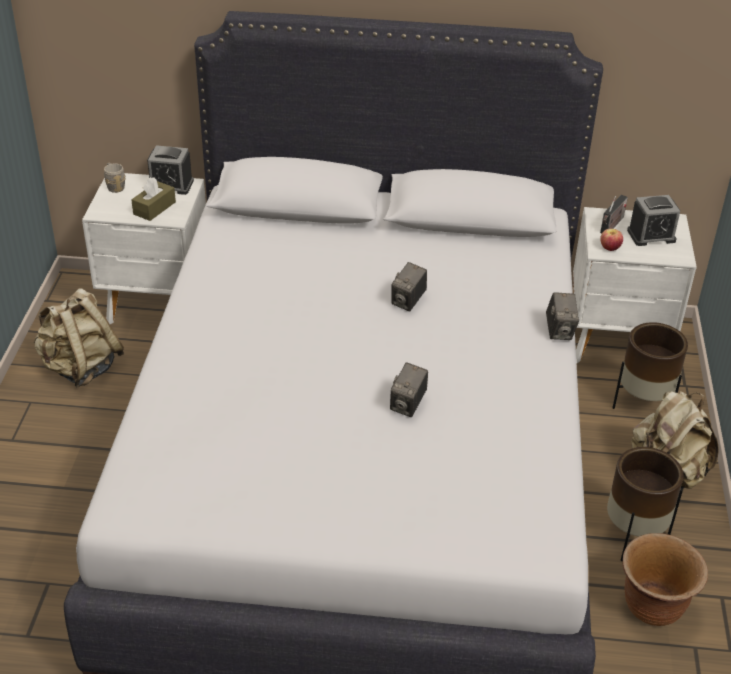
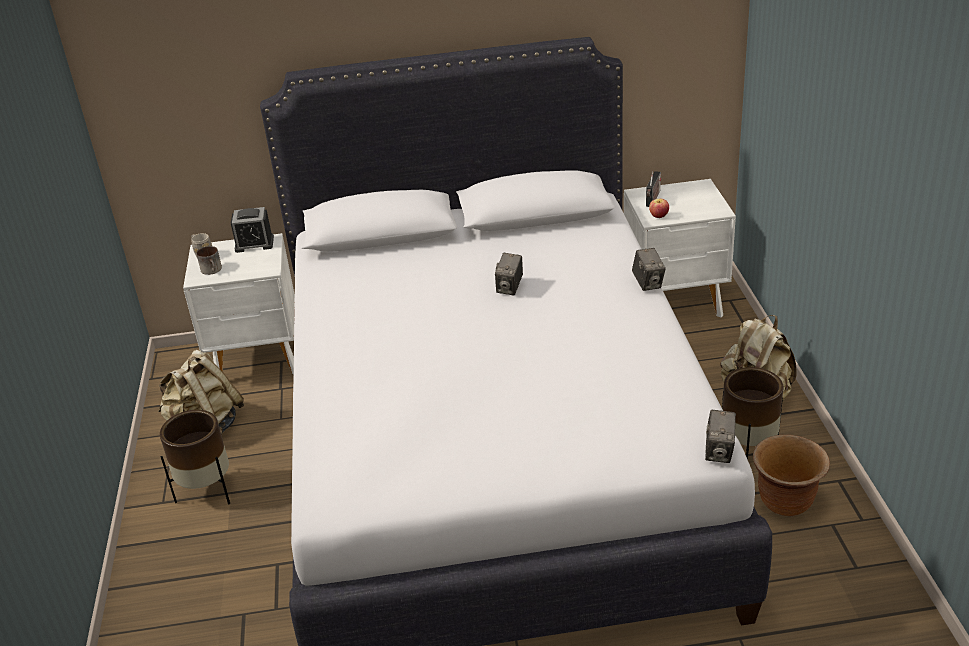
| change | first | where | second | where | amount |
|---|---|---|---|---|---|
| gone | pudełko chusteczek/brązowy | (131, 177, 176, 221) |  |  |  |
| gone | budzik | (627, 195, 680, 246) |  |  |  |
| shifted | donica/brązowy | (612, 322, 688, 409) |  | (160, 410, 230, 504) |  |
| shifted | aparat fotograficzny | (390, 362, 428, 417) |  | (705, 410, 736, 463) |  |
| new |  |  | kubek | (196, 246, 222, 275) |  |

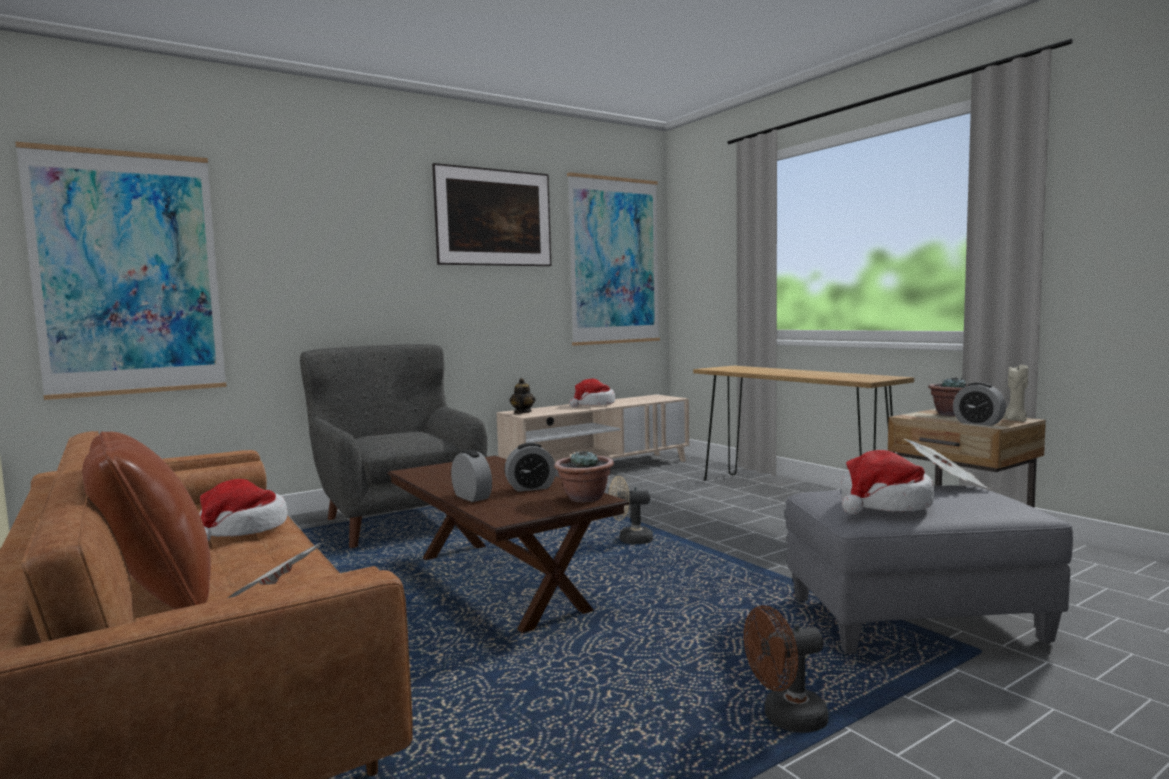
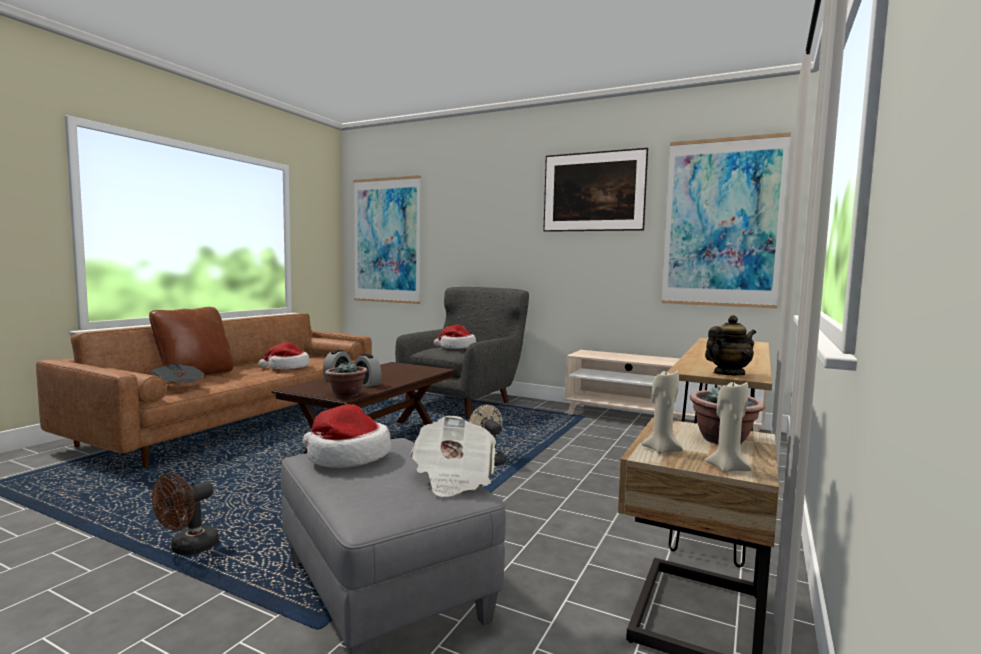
| change | first | where | second | where | amount |
|---|---|---|---|---|---|
| shifted | imbryk | (510, 378, 536, 414) |  | (705, 315, 756, 376) |  |
| shifted | kapelusz | (569, 379, 615, 408) |  | (434, 325, 476, 349) |  |
| swapped | budzik | (953, 382, 1006, 426) | świeca/beżowy | (641, 371, 683, 454) |  |
| rotated | wentylator/brązowy | (744, 605, 829, 733) |  | (152, 473, 219, 555) | 105 degrees counterclockwise |

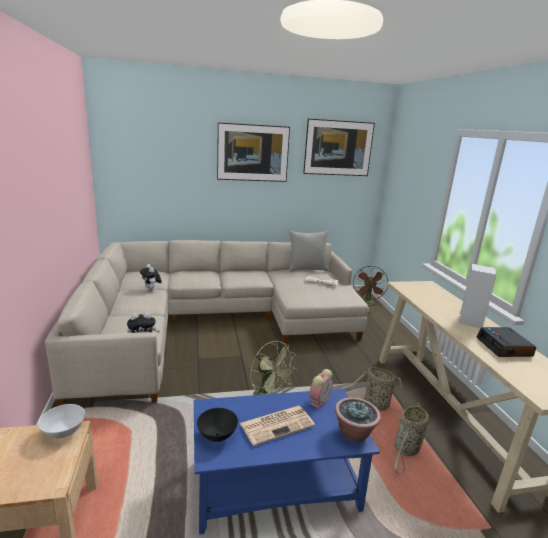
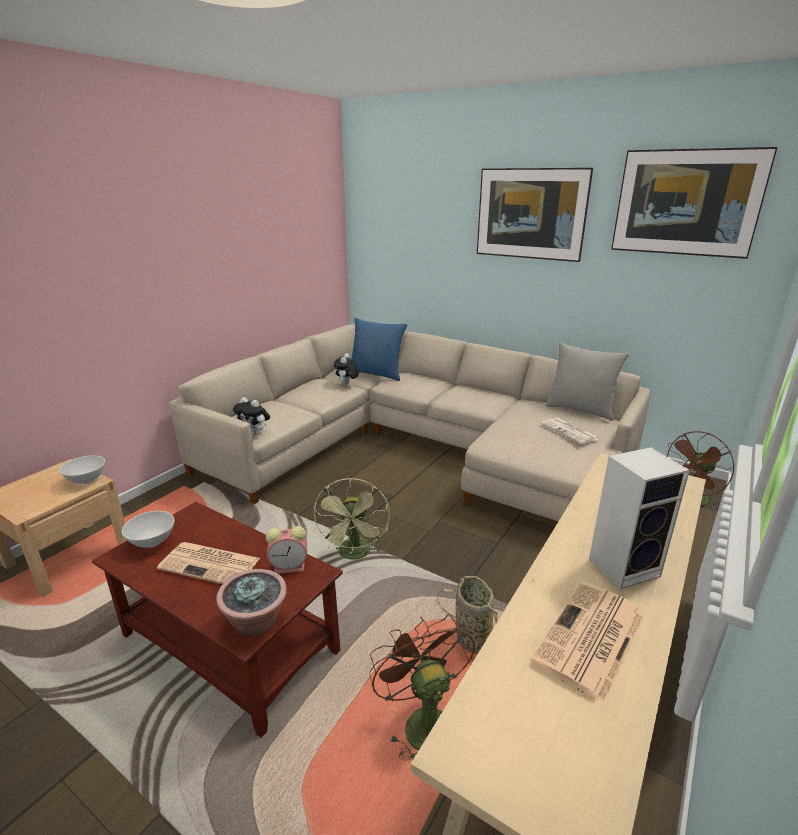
| change | first | where | second | where | amount |
|---|---|---|---|---|---|
| swapped | budzik | (477, 327, 536, 357) | gazeta | (531, 581, 645, 704) |  |
| repainted | ława/niebieski | (194, 389, 380, 535) | ława/brązowy | (92, 502, 343, 738) |  |
| swapped | koszyk | (394, 403, 429, 475) | wentylator/brązowy | (369, 614, 475, 761) |  |
| repainted | miska/czarny | (197, 408, 238, 442) | miska/biały | (122, 511, 175, 548) |  |
| new |  |  | poduszka/niebieski | (352, 318, 407, 381) |  |

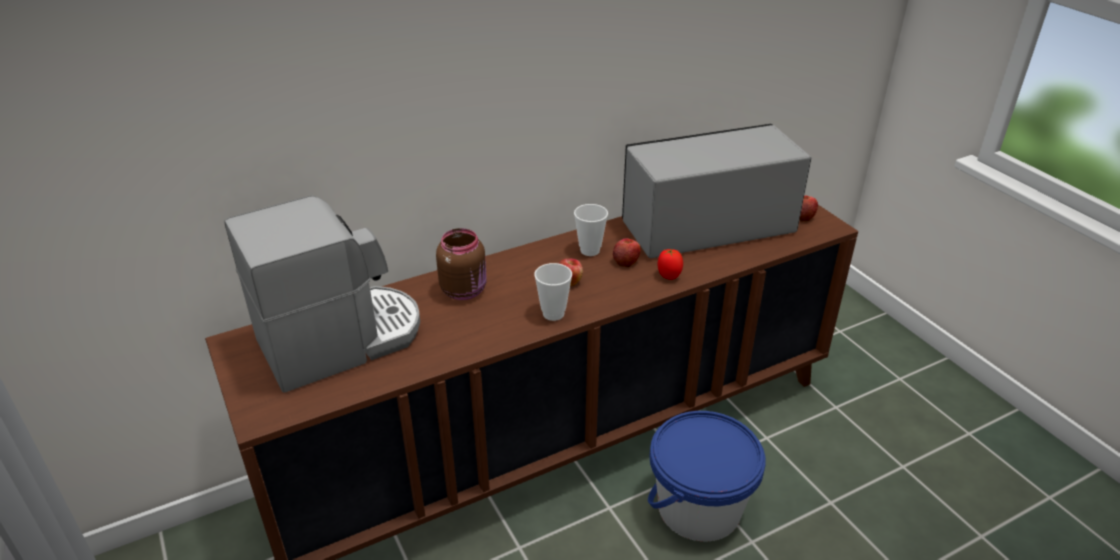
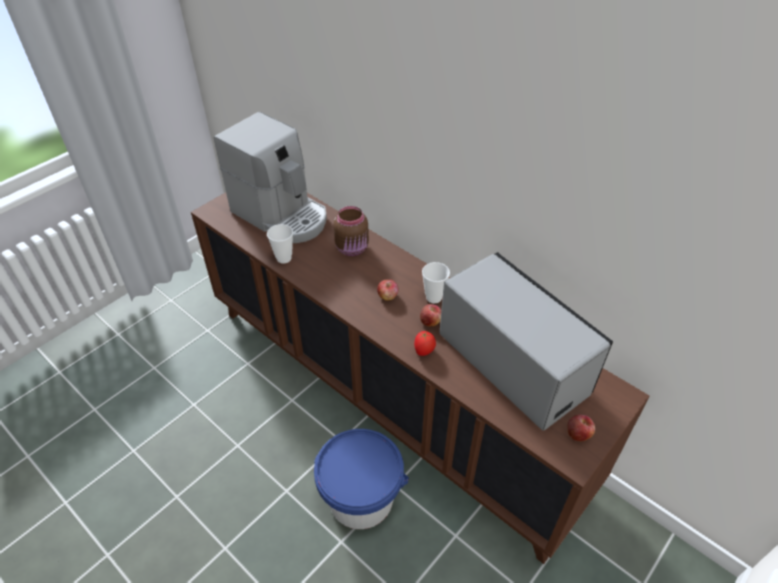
| change | first | where | second | where | amount |
|---|---|---|---|---|---|
| shifted | filiżanka | (534, 263, 572, 321) |  | (267, 224, 293, 264) |  |

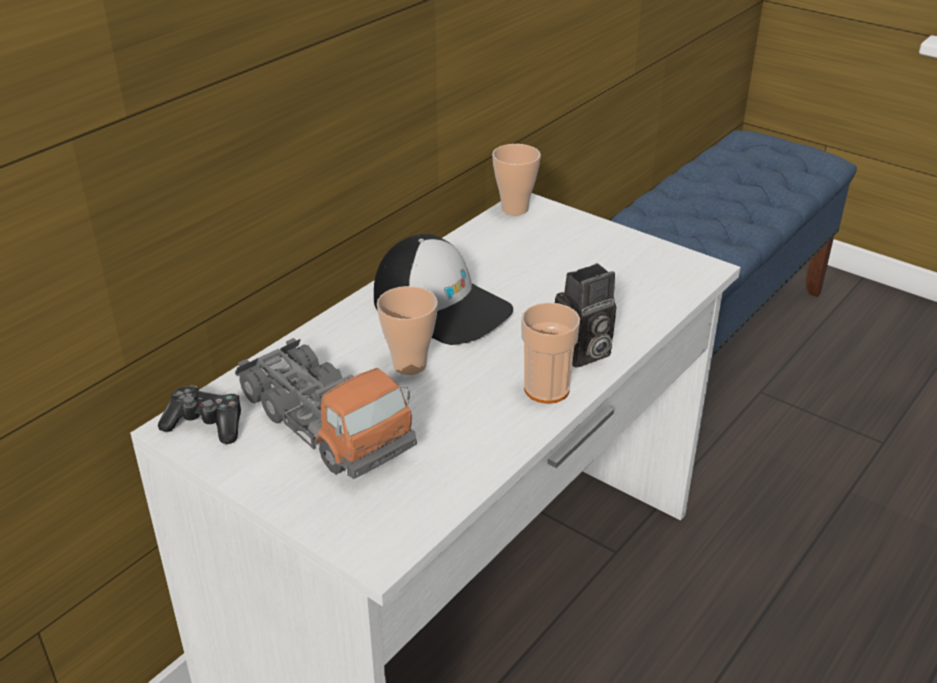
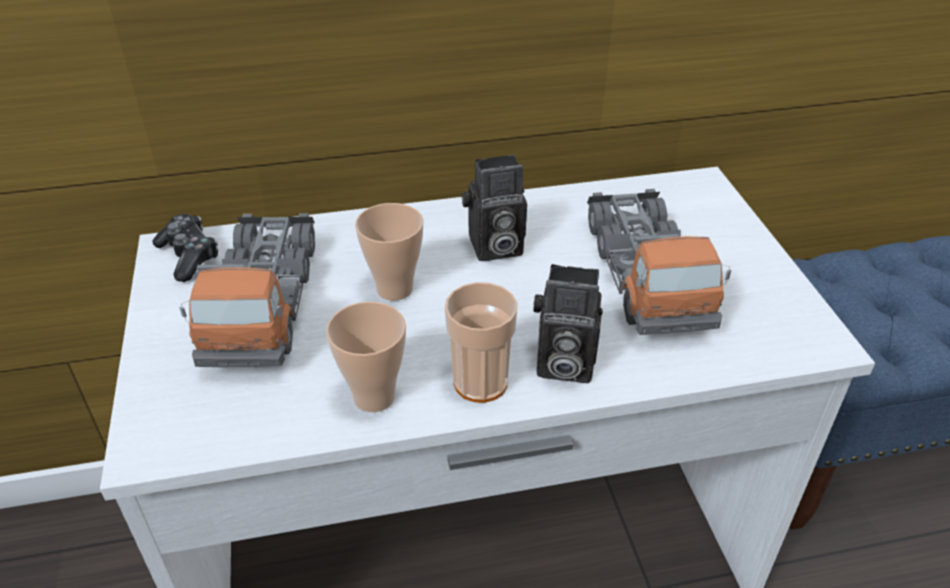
| change | first | where | second | where | amount |
|---|---|---|---|---|---|
| shifted | filiżanka | (492, 144, 541, 215) |  | (326, 301, 406, 412) |  |
| swapped | czapka z daszkiem | (374, 234, 513, 345) | aparat fotograficzny | (461, 155, 527, 261) |  |
| new |  |  | ciężarówka zabawkowa | (587, 189, 731, 335) |  |

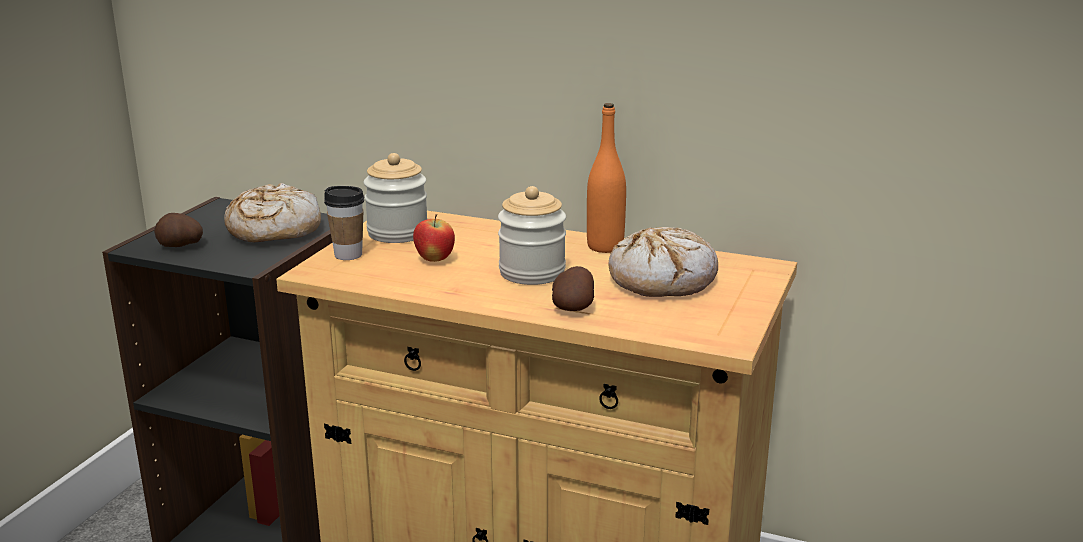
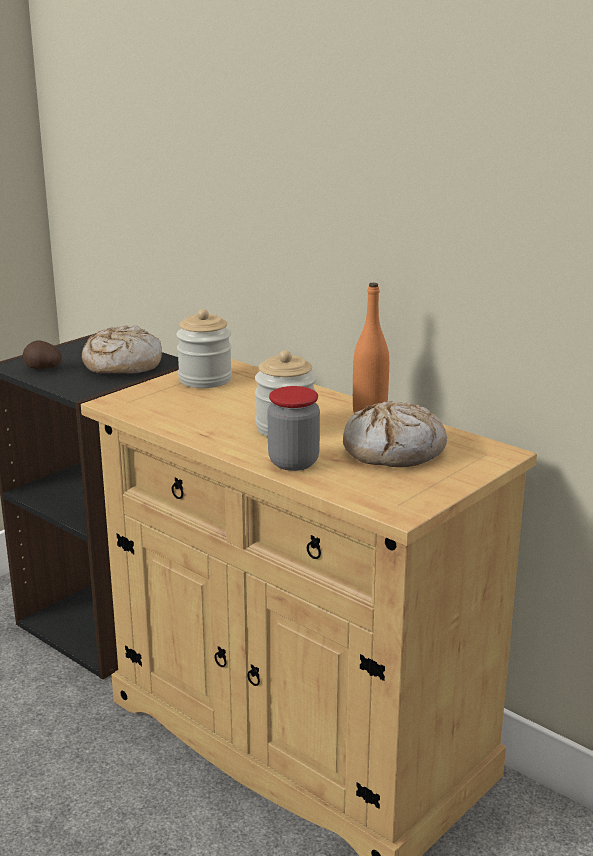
| change | first | where | second | where | amount |
|---|---|---|---|---|---|
| gone | filiżanka | (324, 186, 364, 260) |  |  |  |
| gone | jabłko | (413, 214, 455, 262) |  |  |  |
| swapped | ziemniak | (552, 266, 594, 311) | słoik | (268, 386, 320, 471) |  |

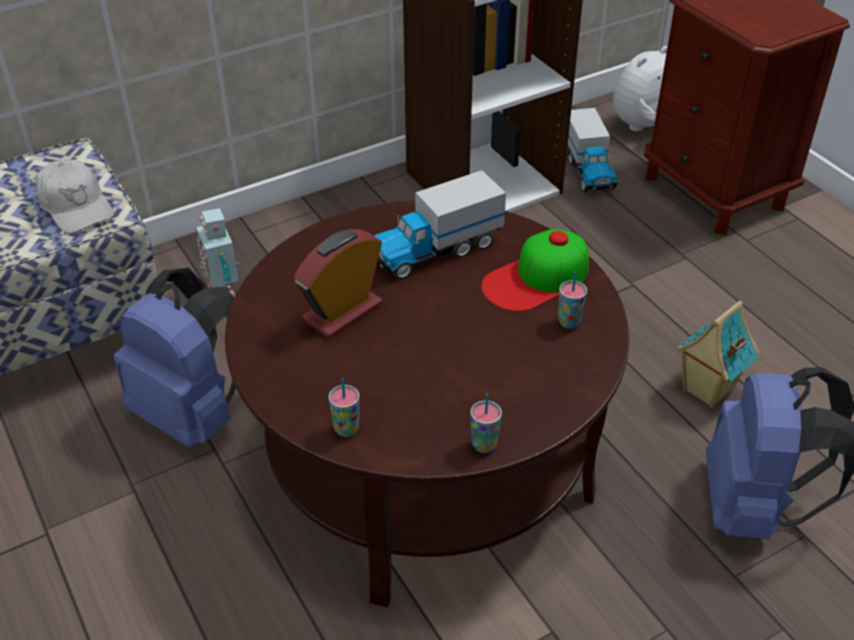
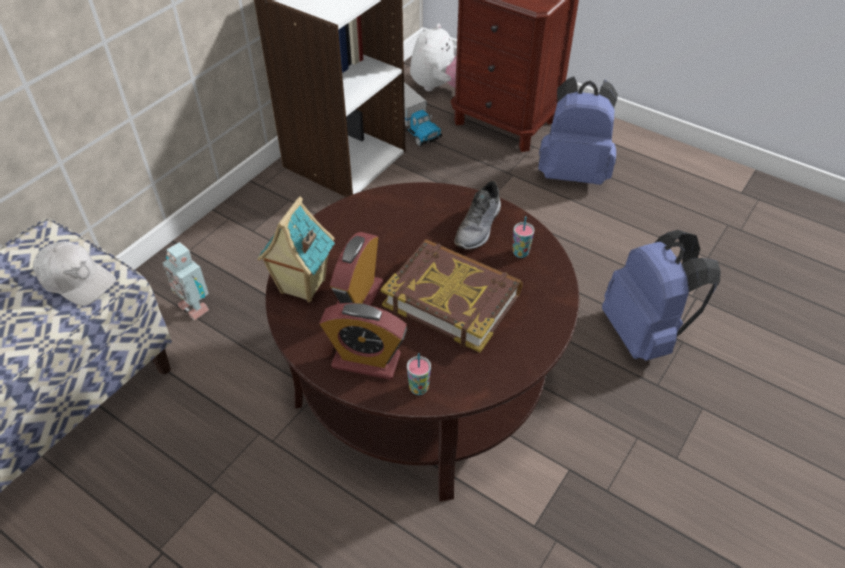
| change | first | where | second | where | amount |
|---|---|---|---|---|---|
| gone | ciężarówka zabawkowa | (374, 170, 506, 279) |  |  |  |
| swapped | czapka z daszkiem | (482, 229, 589, 311) | but/szary | (454, 181, 501, 250) |  |
| shifted | plecak/niebieski | (114, 268, 235, 448) |  | (538, 76, 618, 185) |  |
| shifted | domek | (677, 301, 759, 408) |  | (257, 196, 335, 302) |  |
| gone | filiżanka | (470, 394, 502, 453) |  |  |  |
| new |  |  | książka | (381, 239, 523, 352) |  |
| new |  |  | budzik | (320, 303, 407, 380) |  |

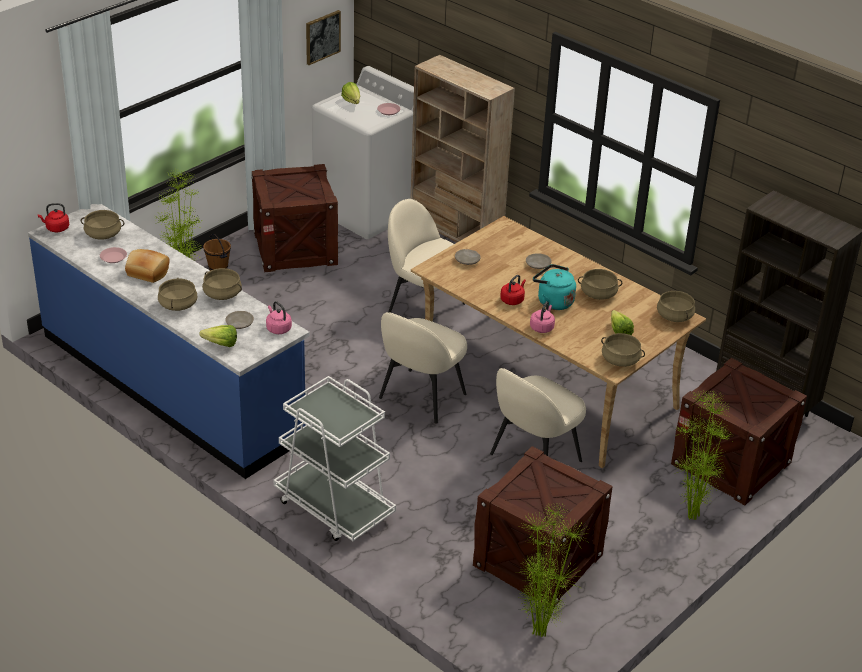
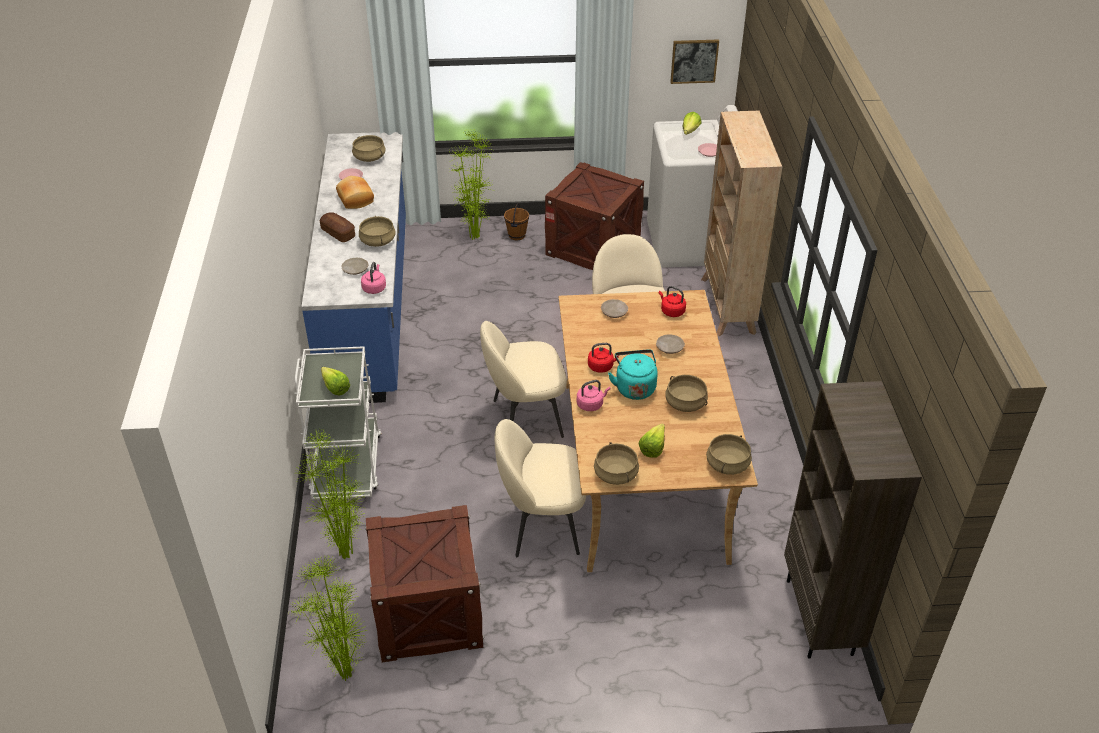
| change | first | where | second | where | amount |
|---|---|---|---|---|---|
| shifted | czajnik/czerwony | (38, 203, 69, 232) |  | (659, 286, 686, 317) |  |
| swapped | garnek/beżowy | (158, 278, 197, 311) | chleb | (320, 212, 355, 242) |  |
| shifted | sałata | (199, 325, 237, 347) |  | (321, 367, 350, 396) |  |
| gone | skrzynka | (671, 358, 807, 505) |  |  |  |
| shifted | roślina doniczkowa | (674, 391, 734, 520) |  | (296, 431, 365, 559) |  |

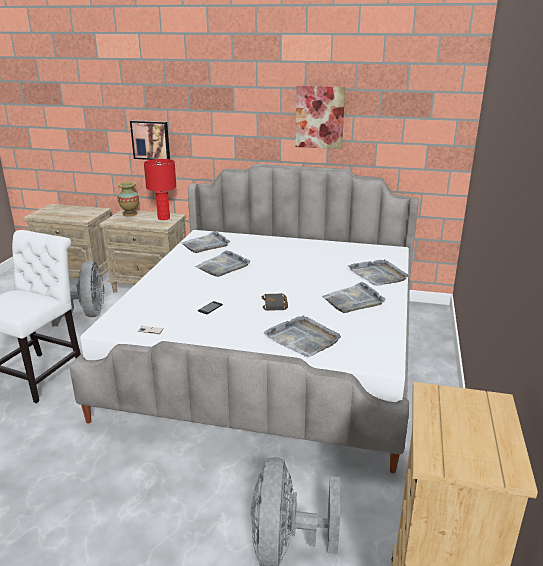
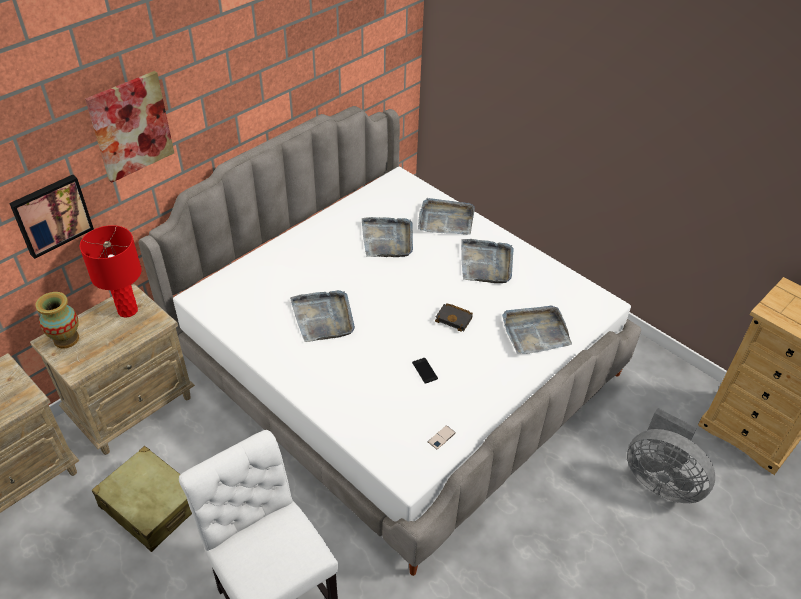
| change | first | where | second | where | amount |
|---|---|---|---|---|---|
| shifted | obraz | (295, 86, 345, 149) |  | (85, 71, 174, 183) |  |
| shifted | taca/szary | (181, 231, 230, 253) |  | (362, 217, 413, 257) |  |
| swapped | wentylator/szary | (51, 261, 105, 326) | walizka/beżowy | (92, 446, 192, 552) |  |

